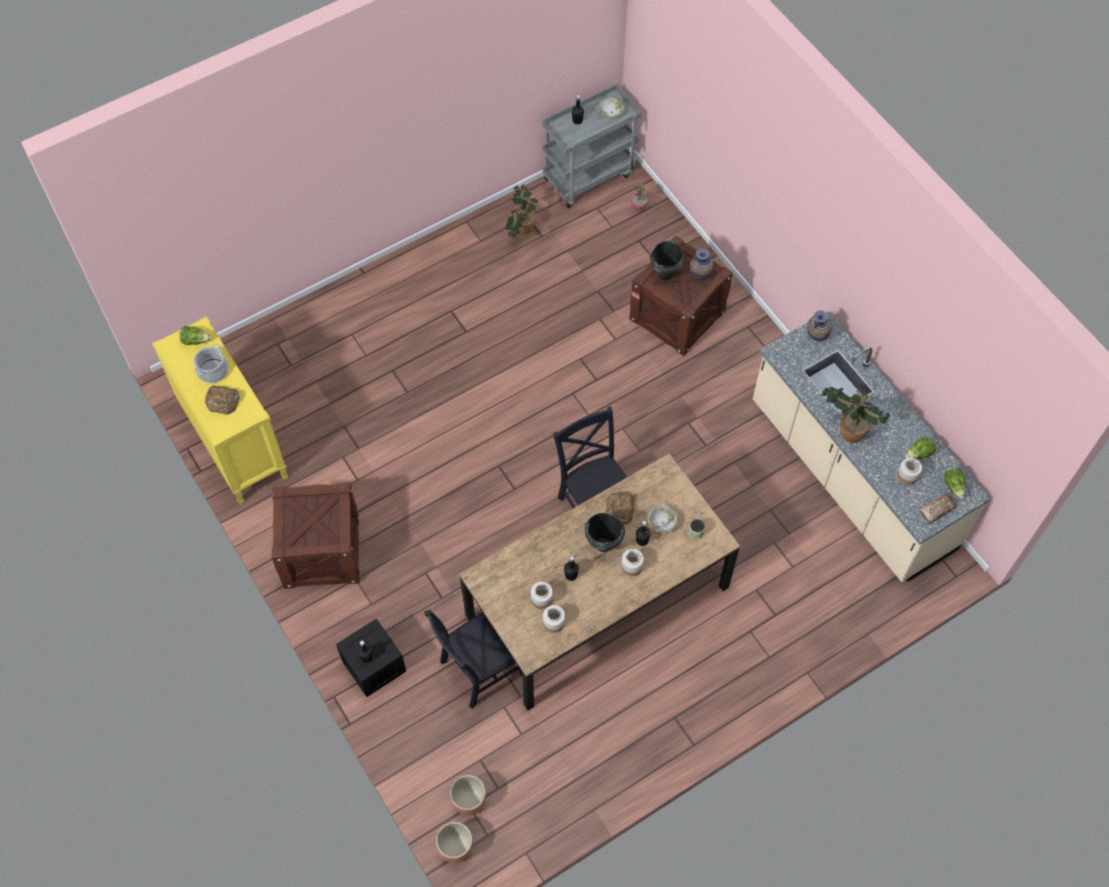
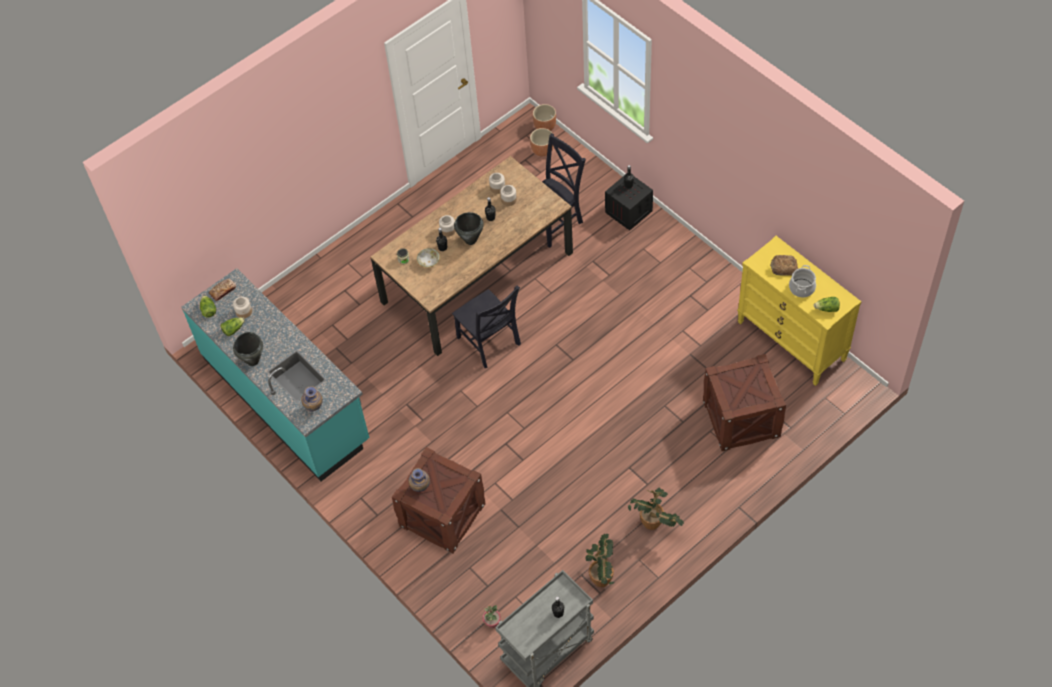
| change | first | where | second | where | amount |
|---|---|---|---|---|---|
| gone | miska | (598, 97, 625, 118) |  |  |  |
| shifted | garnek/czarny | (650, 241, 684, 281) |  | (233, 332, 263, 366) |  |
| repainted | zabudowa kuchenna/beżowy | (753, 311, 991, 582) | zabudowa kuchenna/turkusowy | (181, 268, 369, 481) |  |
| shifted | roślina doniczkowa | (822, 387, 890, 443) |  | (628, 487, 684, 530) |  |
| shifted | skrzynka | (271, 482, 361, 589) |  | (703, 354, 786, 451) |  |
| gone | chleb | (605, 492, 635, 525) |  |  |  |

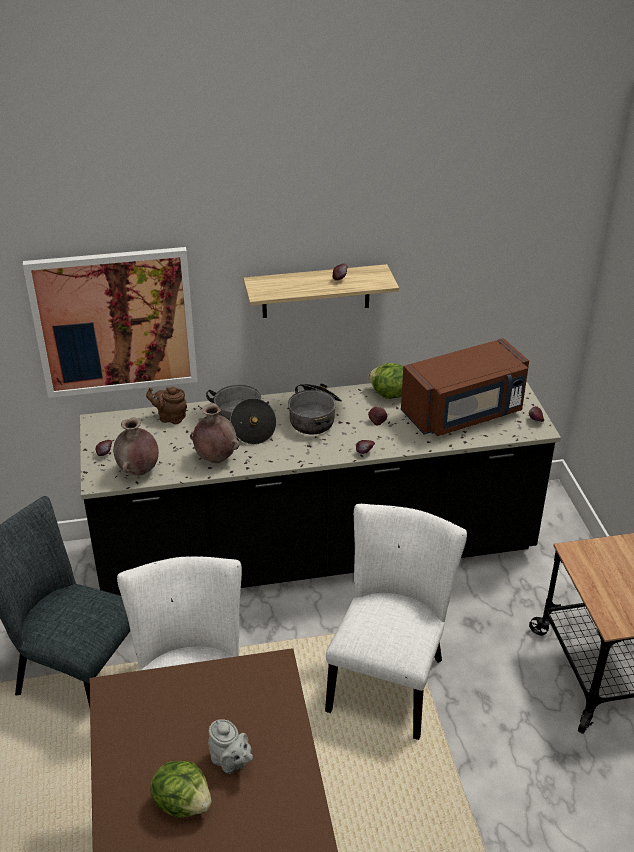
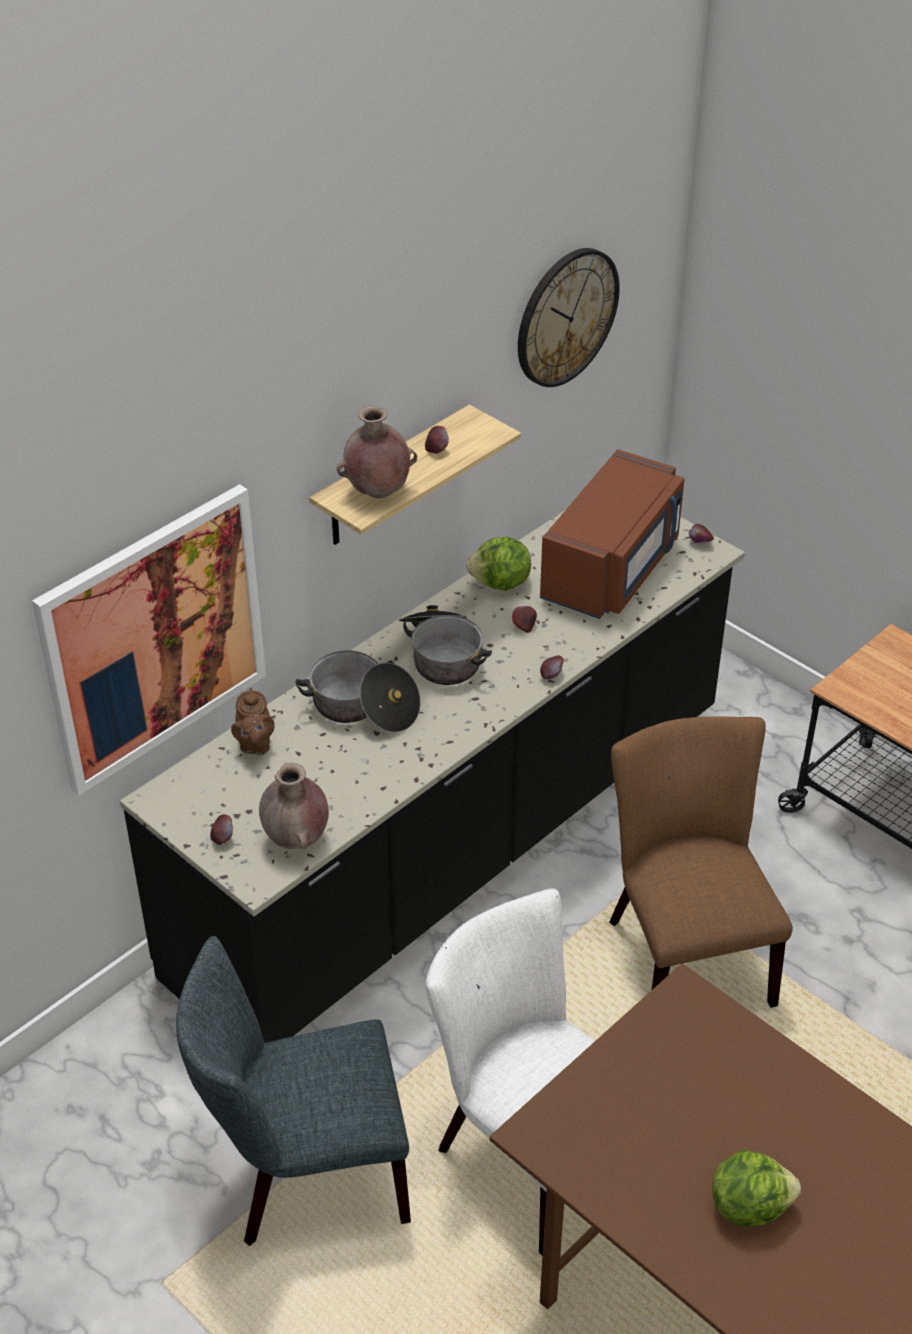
| change | first | where | second | where | amount |
|---|---|---|---|---|---|
| rotated | imbryk/brązowy | (146, 387, 187, 424) |  | (231, 688, 275, 755) | 75 degrees counterclockwise |
| shifted | wazon/brązowy | (190, 403, 240, 463) |  | (336, 405, 418, 498) |  |
| repainted | krzesło/biały | (325, 504, 467, 740) | krzesło/brązowy | (609, 717, 793, 1008) |  |
| gone | imbryk/szary | (208, 719, 253, 774) |  |  |  |
| new |  |  | zegar ścienny | (518, 248, 620, 387) |  |

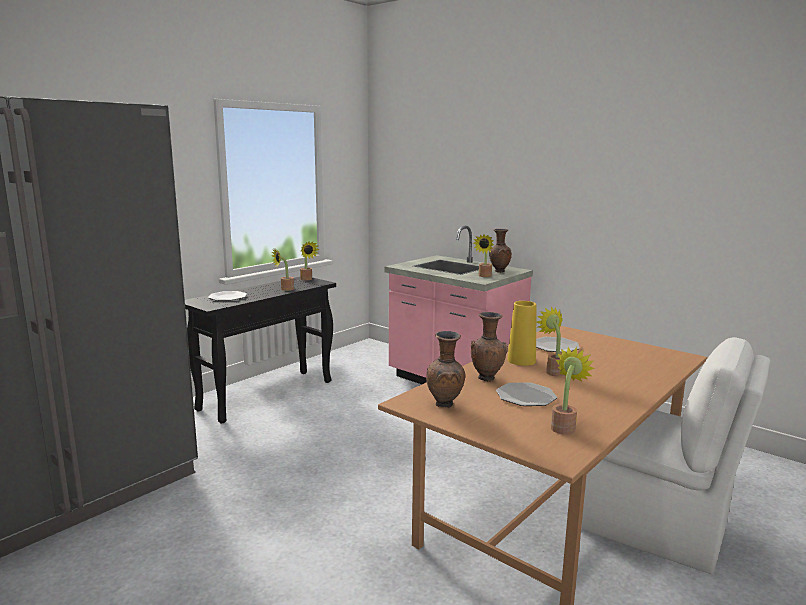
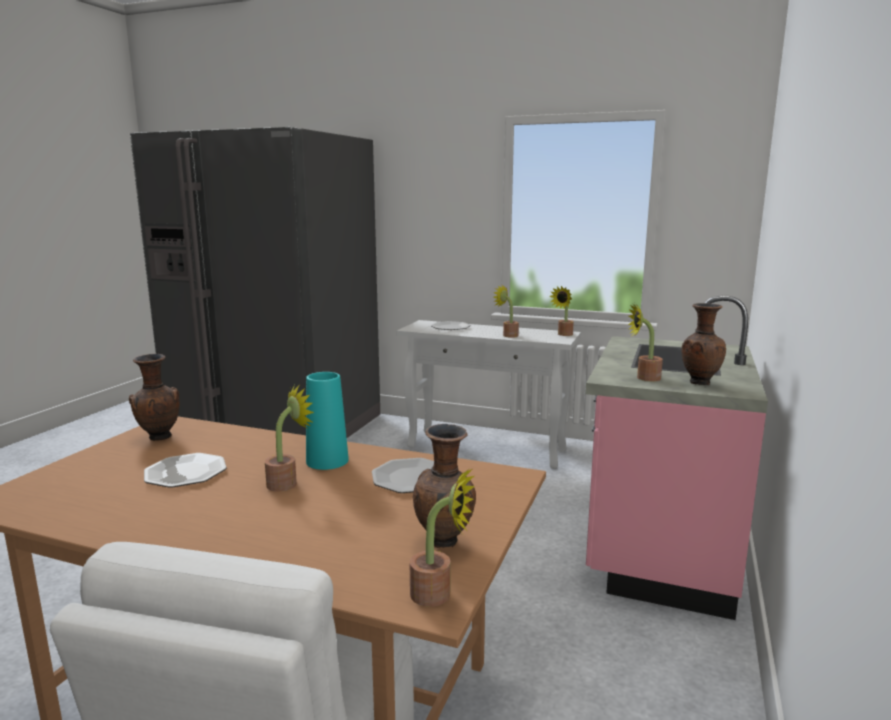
| change | first | where | second | where | amount |
|---|---|---|---|---|---|
| repainted | stolik konsolowy/czarny | (185, 277, 336, 424) | stolik konsolowy/biały | (397, 320, 581, 469) |  |
| repainted | wazon/żółty | (507, 301, 537, 366) | wazon/turkusowy | (306, 372, 349, 470) |  |
| shifted | wazon/brązowy | (471, 312, 508, 382) |  | (413, 424, 476, 548) |  |
| shifted | roślina doniczkowa | (551, 347, 594, 435) |  | (410, 468, 475, 607) |  |

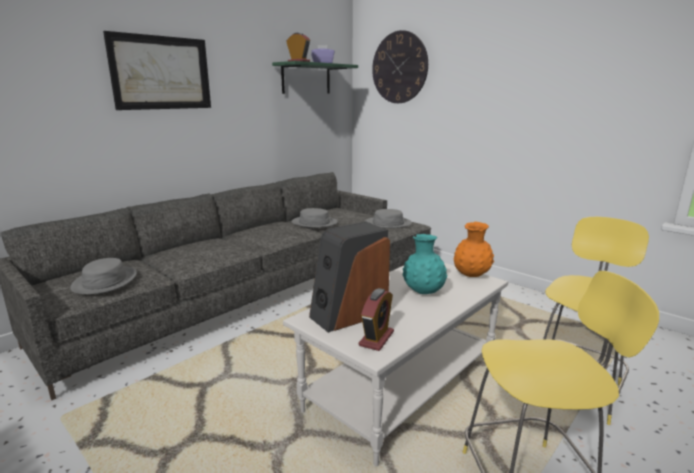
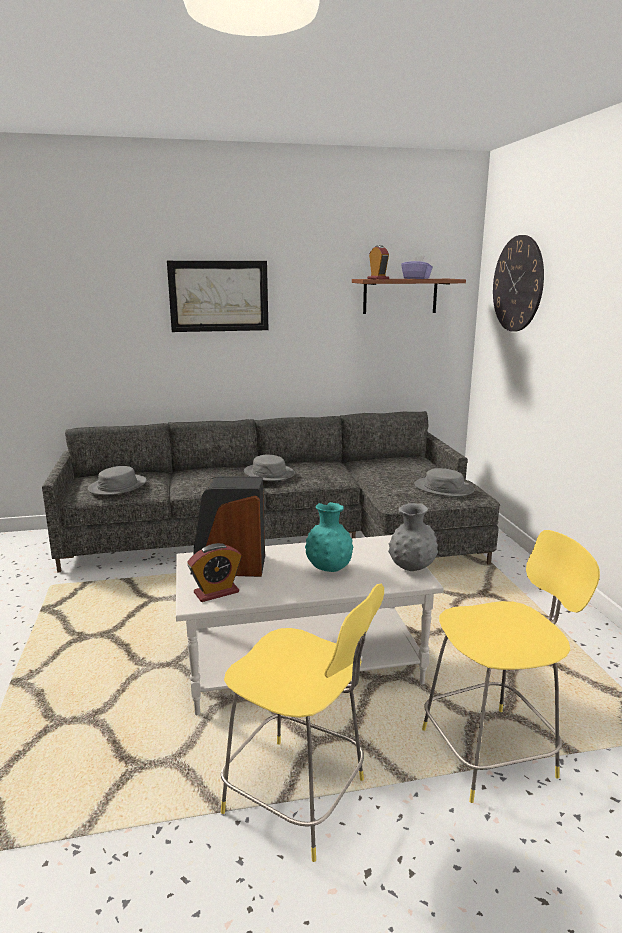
| change | first | where | second | where | amount |
|---|---|---|---|---|---|
| repainted | półka/zielony | (272, 61, 358, 94) | półka/brązowy | (352, 279, 466, 314) |  |
| shifted | kapelusz/szary | (292, 208, 338, 228) |  | (244, 454, 295, 481) |  |
| repainted | wazon/pomarańczowy | (453, 222, 494, 277) | wazon/szary | (388, 503, 438, 571) |  |

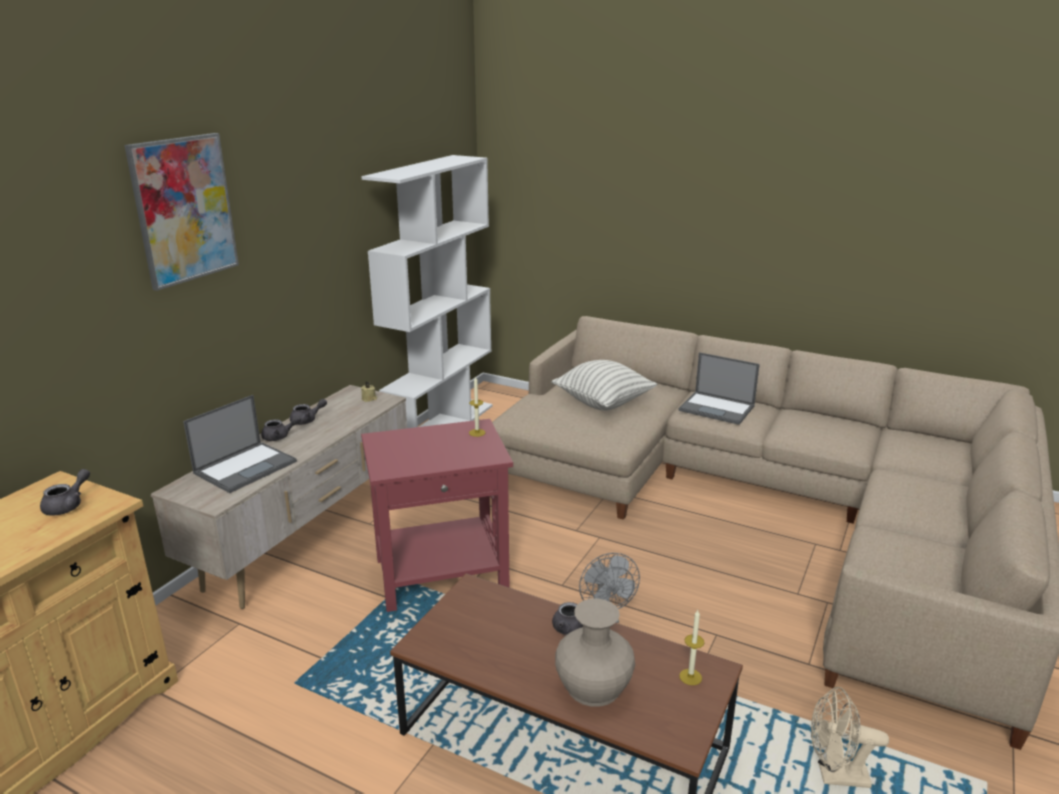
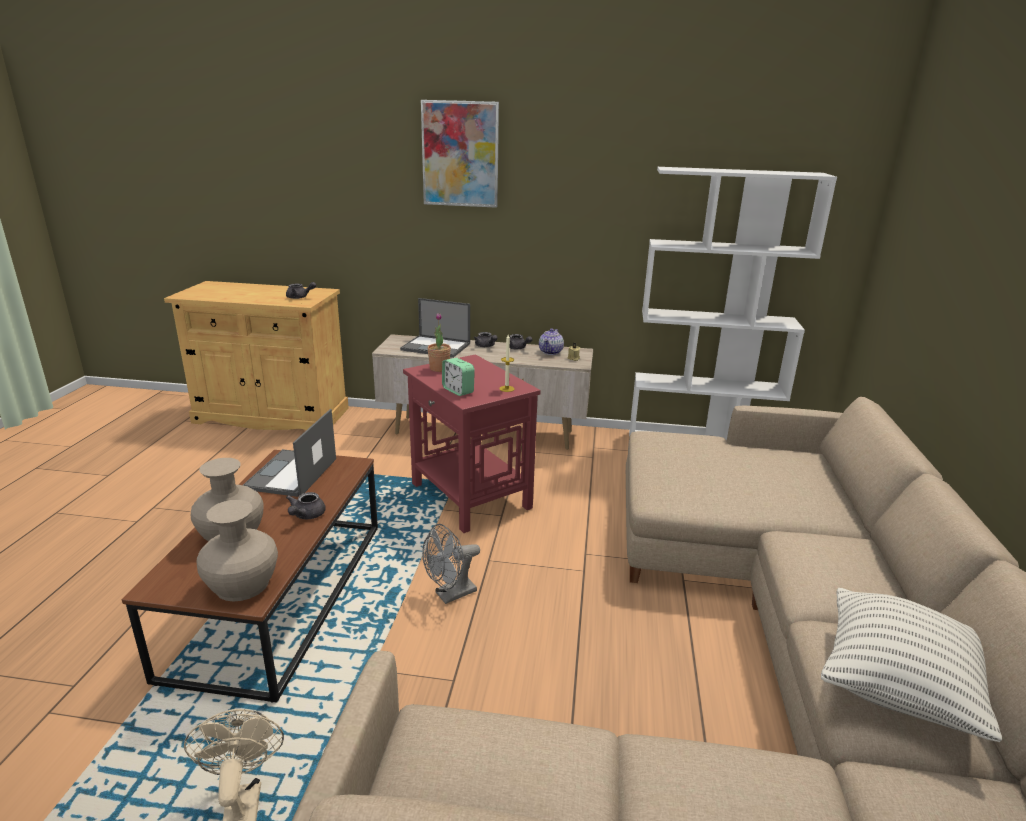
| change | first | where | second | where | amount |
|---|---|---|---|---|---|
| shifted | laptop | (678, 352, 760, 425) |  | (243, 409, 336, 497) |  |
| shifted | poduszka | (551, 360, 657, 411) |  | (821, 588, 1002, 742) |  |
| swapped | świeca | (679, 610, 704, 685) | wazon/beżowy | (196, 500, 278, 602) |  |
| new |  |  | roślina doniczkowa | (427, 313, 451, 372) |  |
| new |  |  | imbryk | (539, 329, 564, 355) |  |
| new |  |  | budzik | (442, 358, 475, 396) |  |

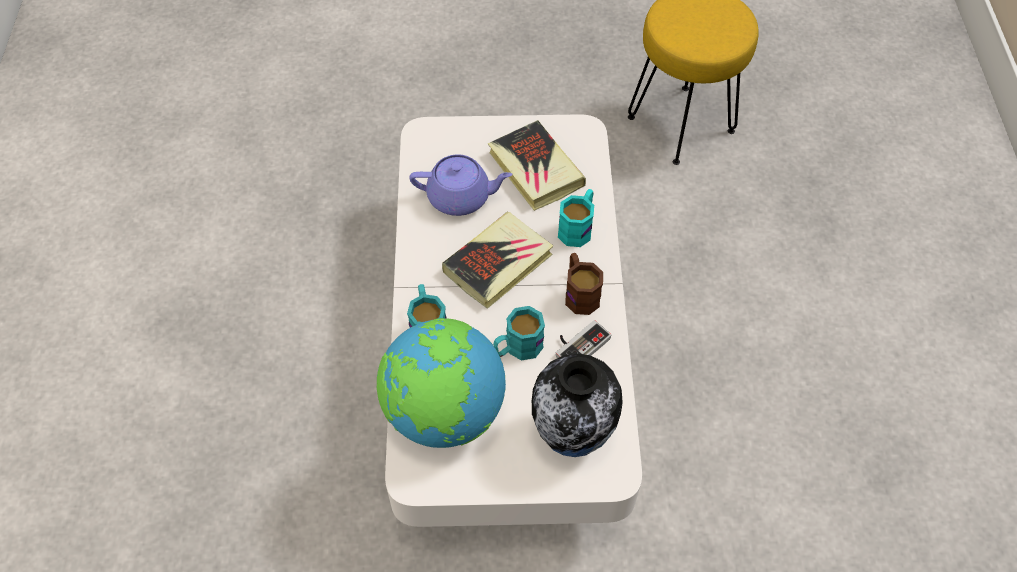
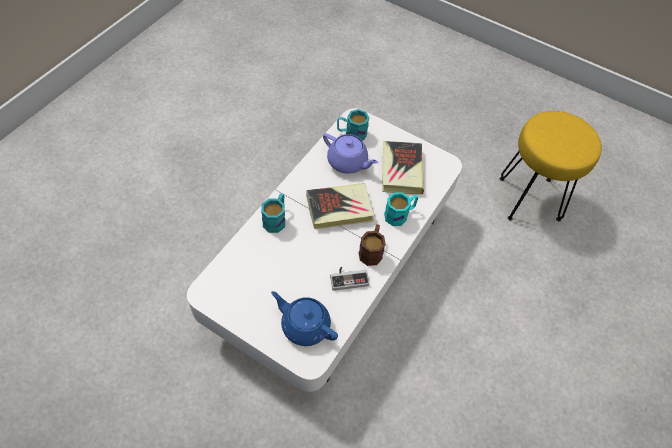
| change | first | where | second | where | amount |
|---|---|---|---|---|---|
| shifted | kubek/turkusowy | (493, 306, 545, 360) |  | (337, 109, 370, 140) |  |
| gone | globus | (377, 318, 506, 448) |  |  |  |
| swapped | wazon | (532, 353, 623, 457) | imbryk/niebieski | (271, 291, 338, 346) |  |

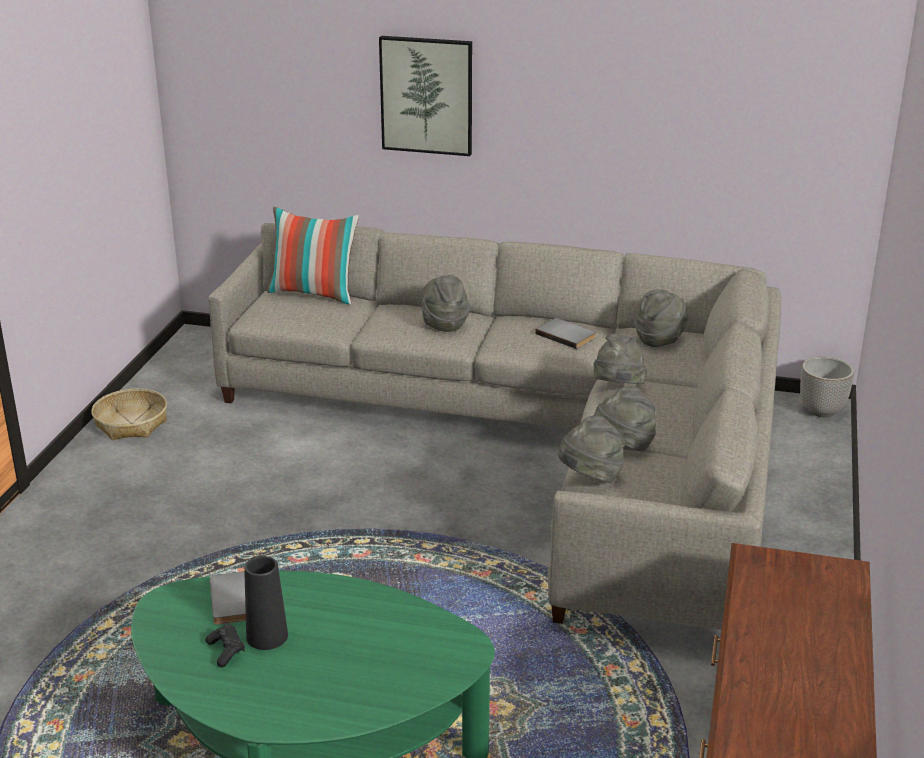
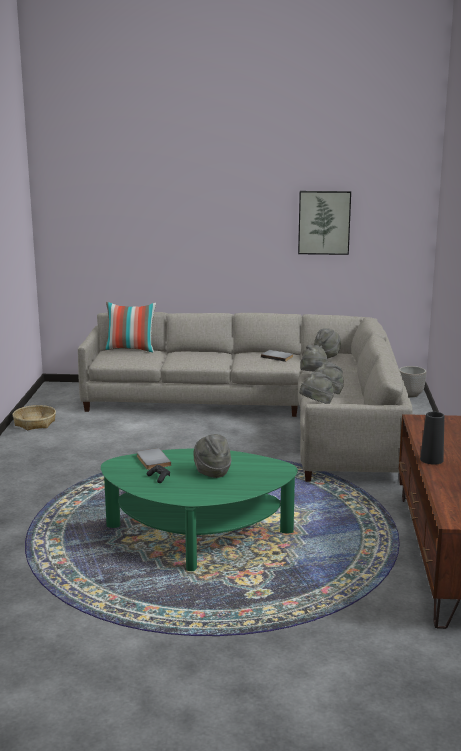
| change | first | where | second | where | amount |
|---|---|---|---|---|---|
| shifted | obraz | (379, 36, 472, 156) |  | (298, 191, 351, 255) |  |
| shifted | kapelusz/szary | (422, 275, 470, 332) |  | (194, 434, 231, 478) |  |
| shifted | wazon/czarny | (244, 556, 288, 650) |  | (420, 412, 444, 464) |  |

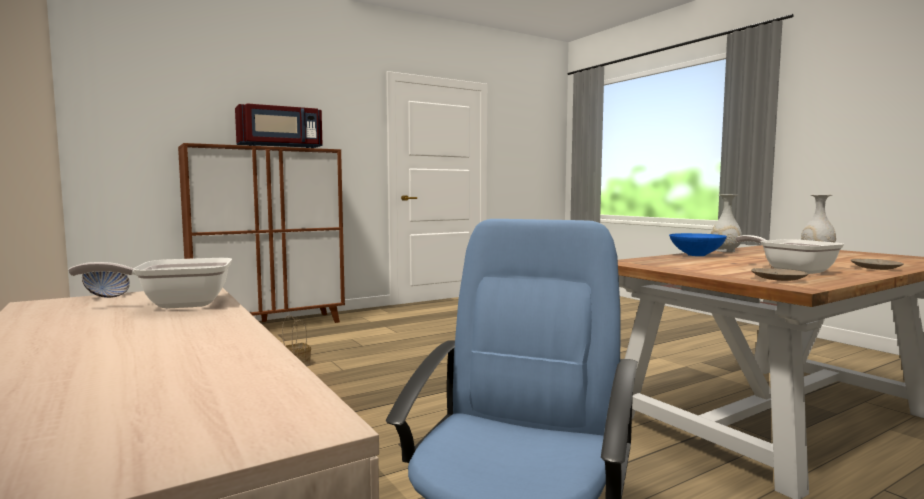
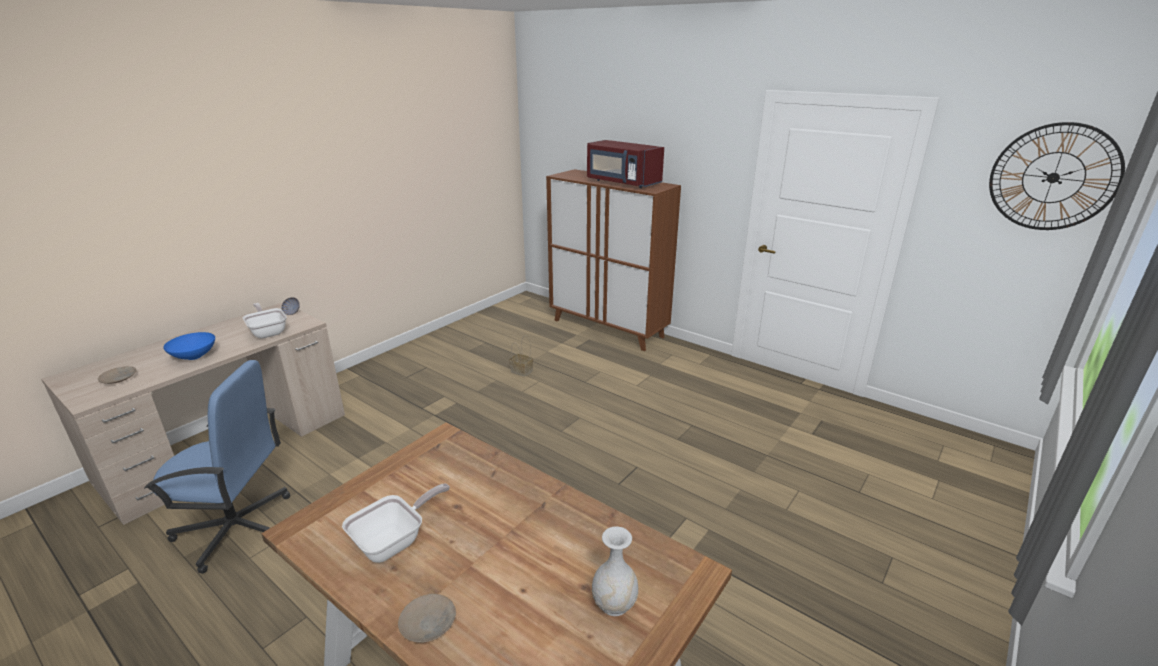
| change | first | where | second | where | amount |
|---|---|---|---|---|---|
| gone | wazon/biały | (711, 195, 742, 252) |  |  |  |
| shifted | miska/niebieski | (669, 233, 727, 256) |  | (163, 332, 215, 360) |  |
| shifted | talerz/beżowy | (751, 268, 808, 281) |  | (98, 366, 136, 384) |  |
| new |  |  | zegar ścienny | (989, 122, 1125, 230) |  |

